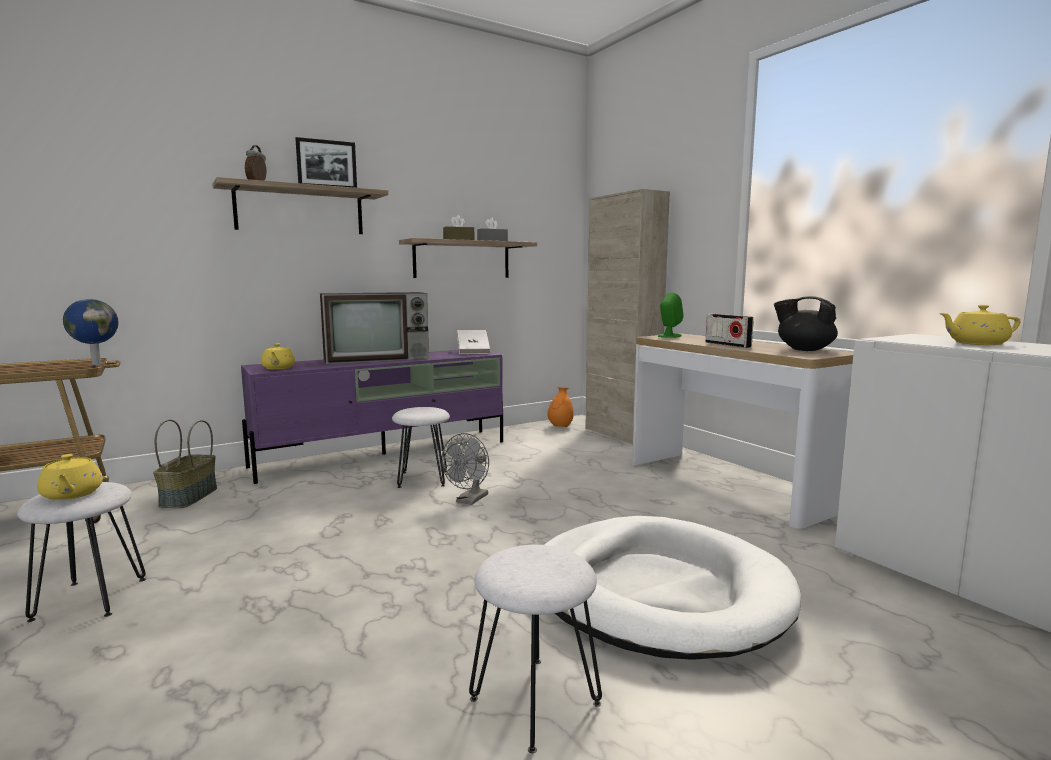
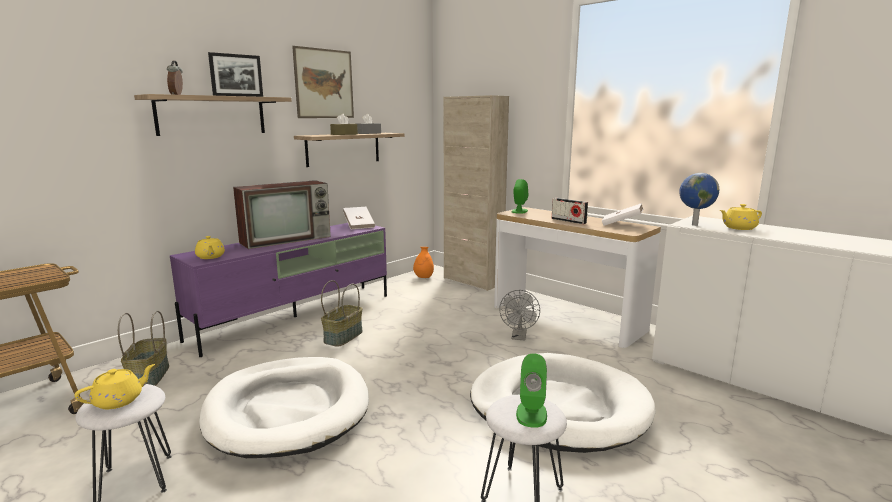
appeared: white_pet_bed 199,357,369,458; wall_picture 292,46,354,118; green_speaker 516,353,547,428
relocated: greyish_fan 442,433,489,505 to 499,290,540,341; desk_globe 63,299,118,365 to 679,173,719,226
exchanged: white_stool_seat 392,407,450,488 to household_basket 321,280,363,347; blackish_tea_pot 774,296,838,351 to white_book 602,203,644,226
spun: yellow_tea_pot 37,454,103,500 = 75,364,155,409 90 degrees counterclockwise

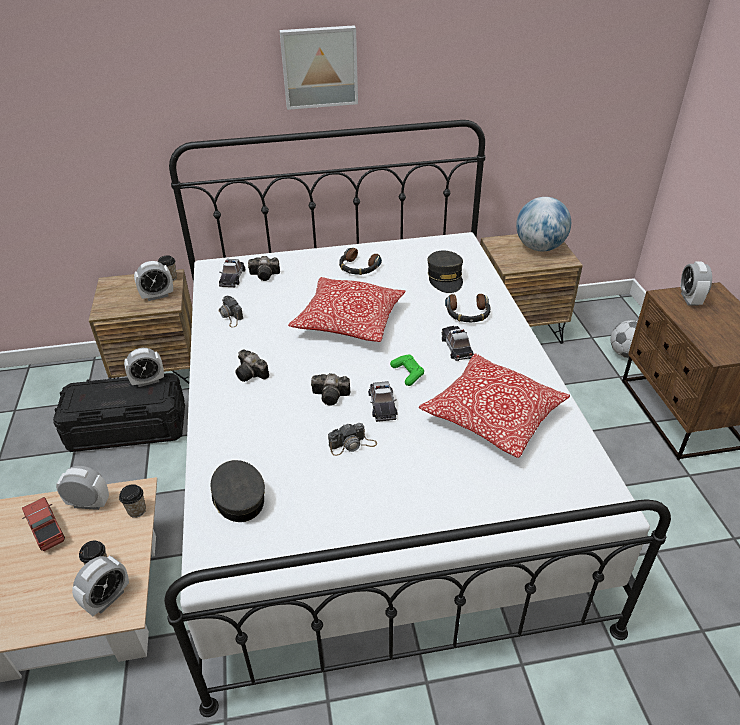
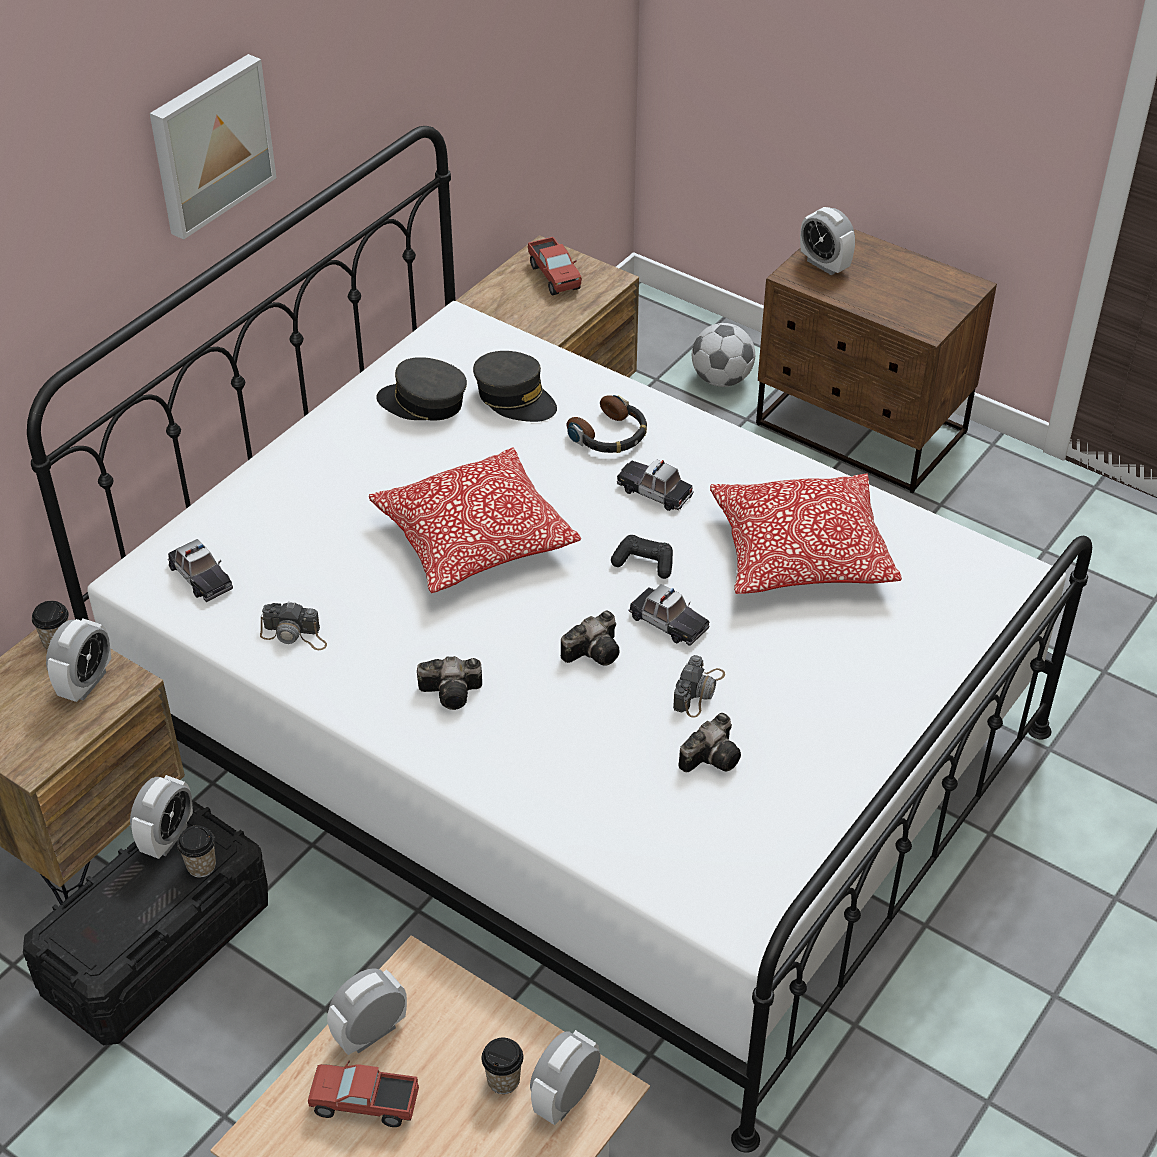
missing: pair_of_headphones 339,248,382,275
relocated: cup 119,484,146,518 to 177,825,216,878; greyish_baseball_cap 210,460,265,522 to 376,357,467,421; photo_camera 248,256,280,281 to 678,713,741,772
exchanged: desk_globe 516,197,571,251 to toy_truck 528,237,582,295
colour: green_joypad 390,354,424,386 to blackish_joypad 611,535,673,579
spun: bedside_clock 72,555,129,616 = 530,1030,601,1125 135 degrees counterclockwise

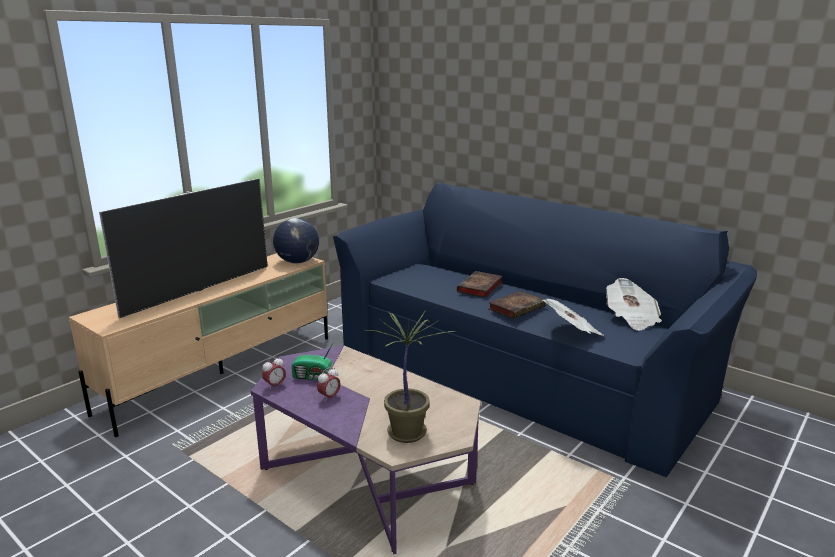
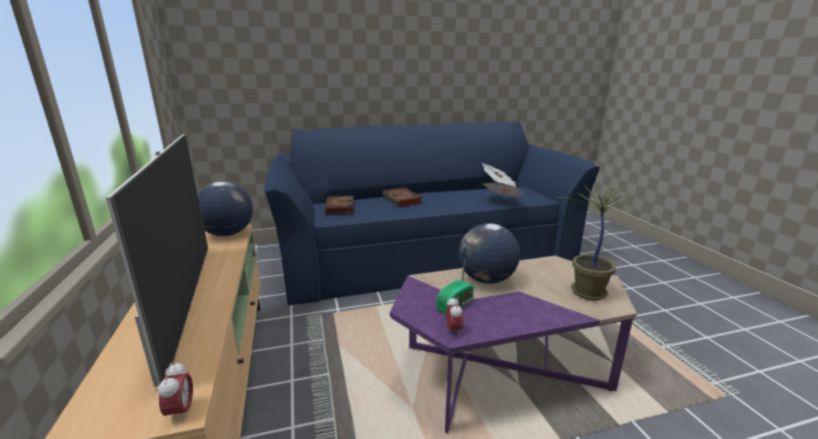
appeared: desk_globe 459,223,520,284
relocated: bedside_clock 317,367,341,402 to 158,361,193,422; book 488,291,546,319 to 324,196,354,214

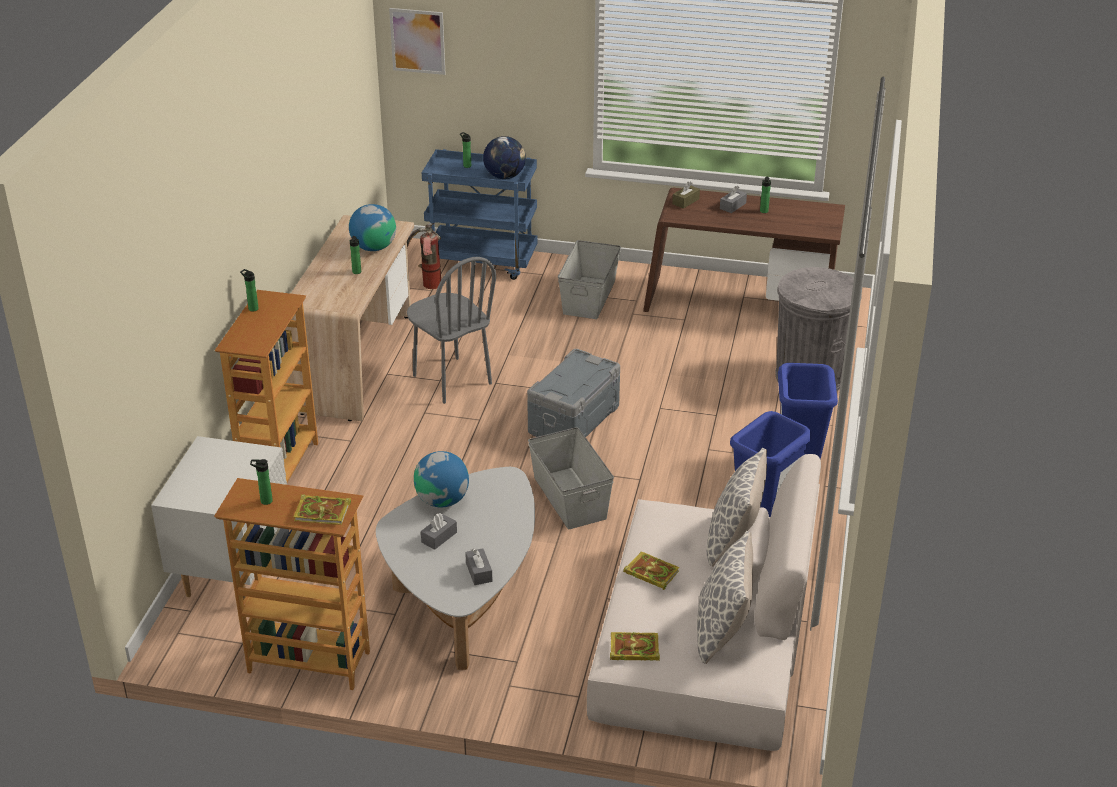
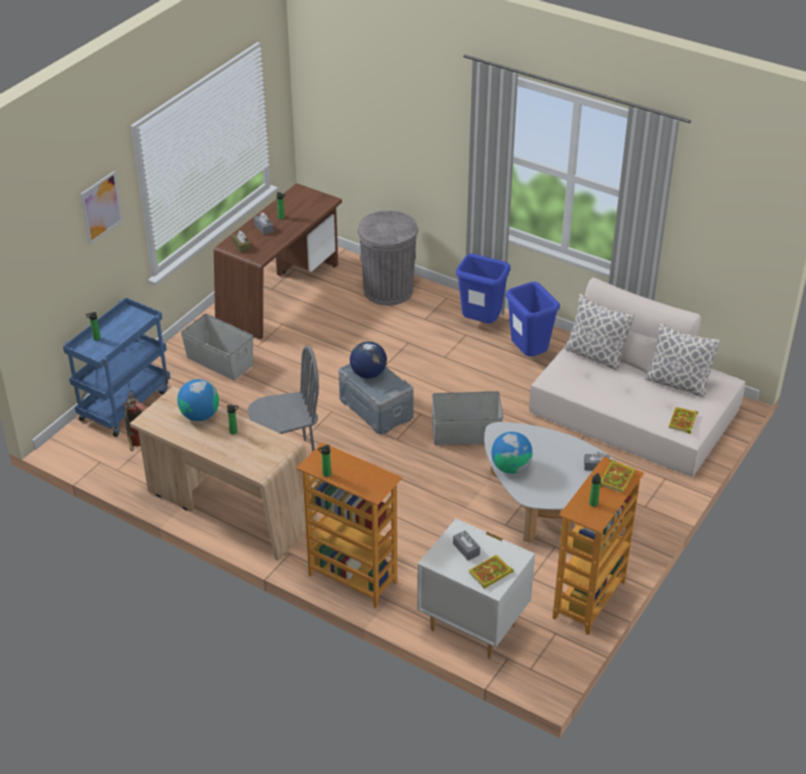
relocated: wall_picture 389,8,445,75 to 81,171,123,244; desk_globe 483,136,526,179 to 350,341,387,379; greyish_tissue_box 421,513,457,550 to 453,531,480,560; book 623,551,679,590 to 469,555,514,589

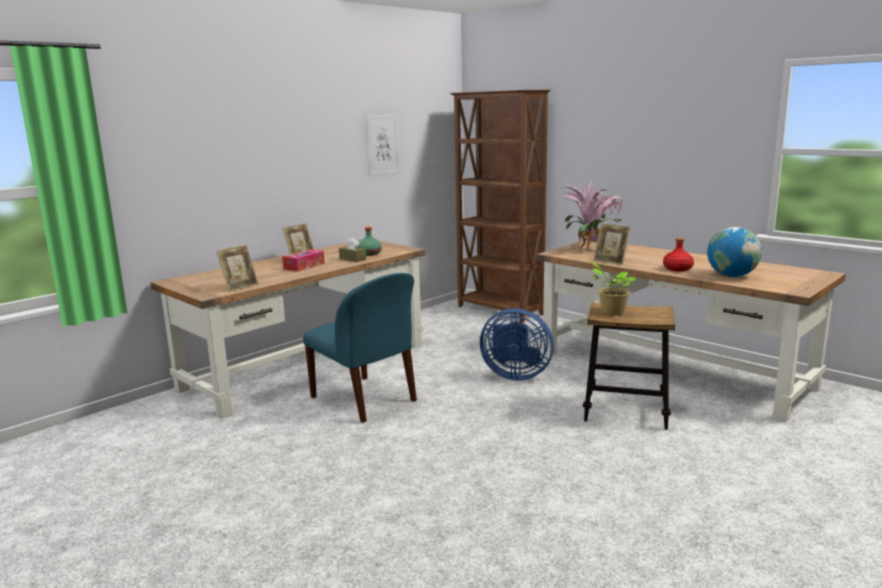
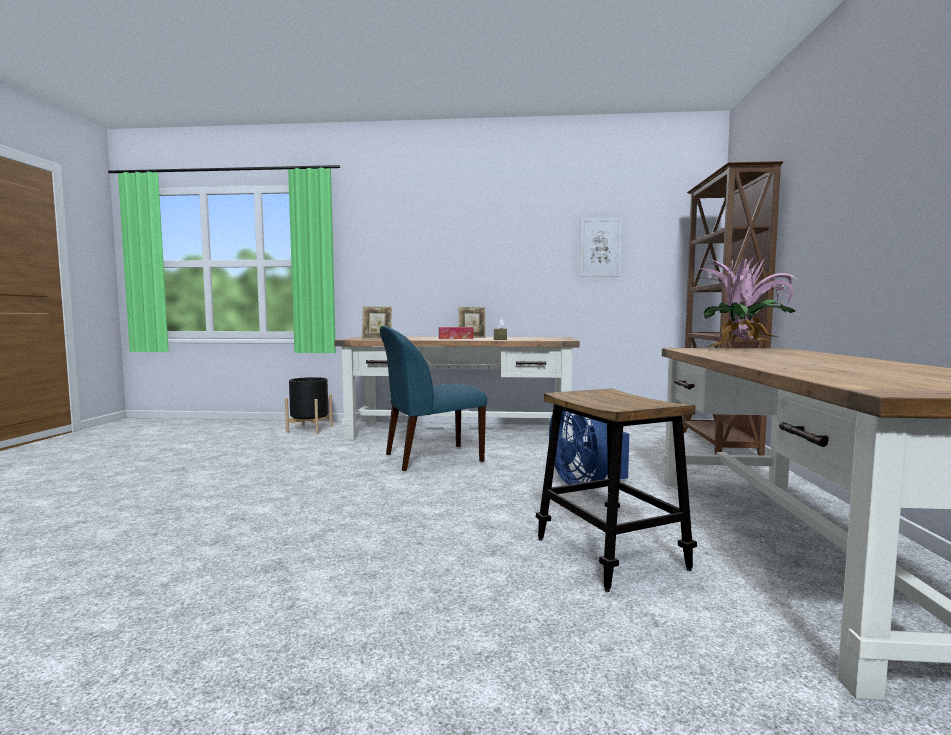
missing: green_beverage_bottle 357,227,382,256; plant_in_a_pot 589,261,636,315; picture_frame 593,223,631,265; reddish_beverage_bottle 663,238,694,272; desk_globe 707,227,762,277
appeared: blackish_plant_pot 285,377,333,434
spun: blue-coloured_chair 303,273,417,423 = 380,326,487,471 60 degrees clockwise

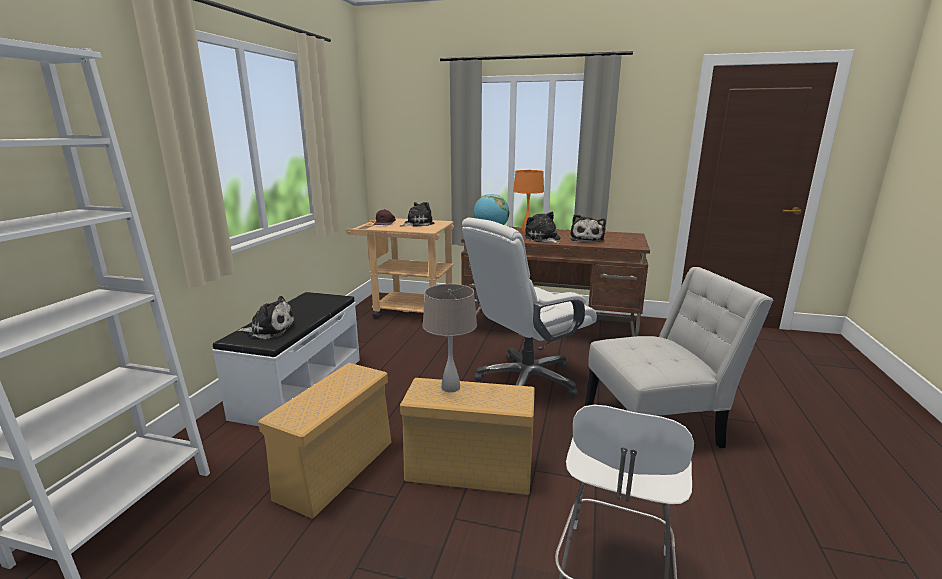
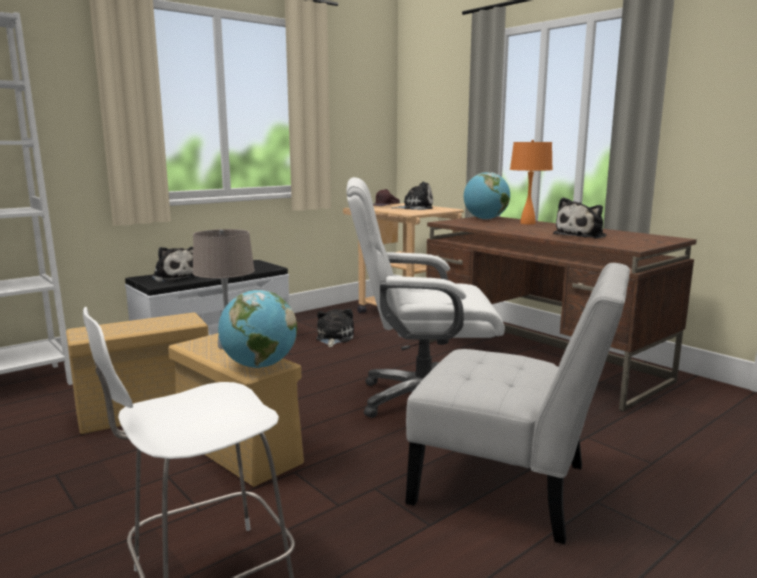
appeared: desk_globe 218,290,297,368
relocated: soft_toy 524,212,560,244 to 316,309,354,347

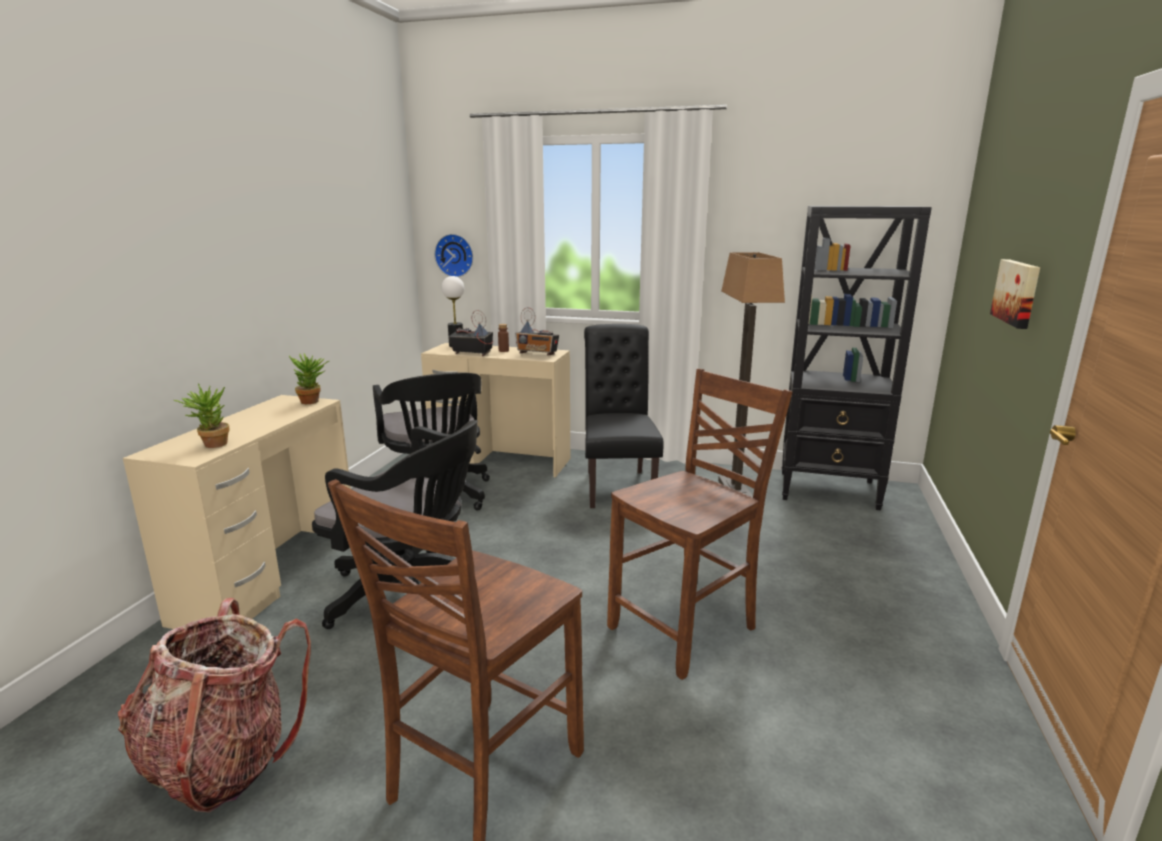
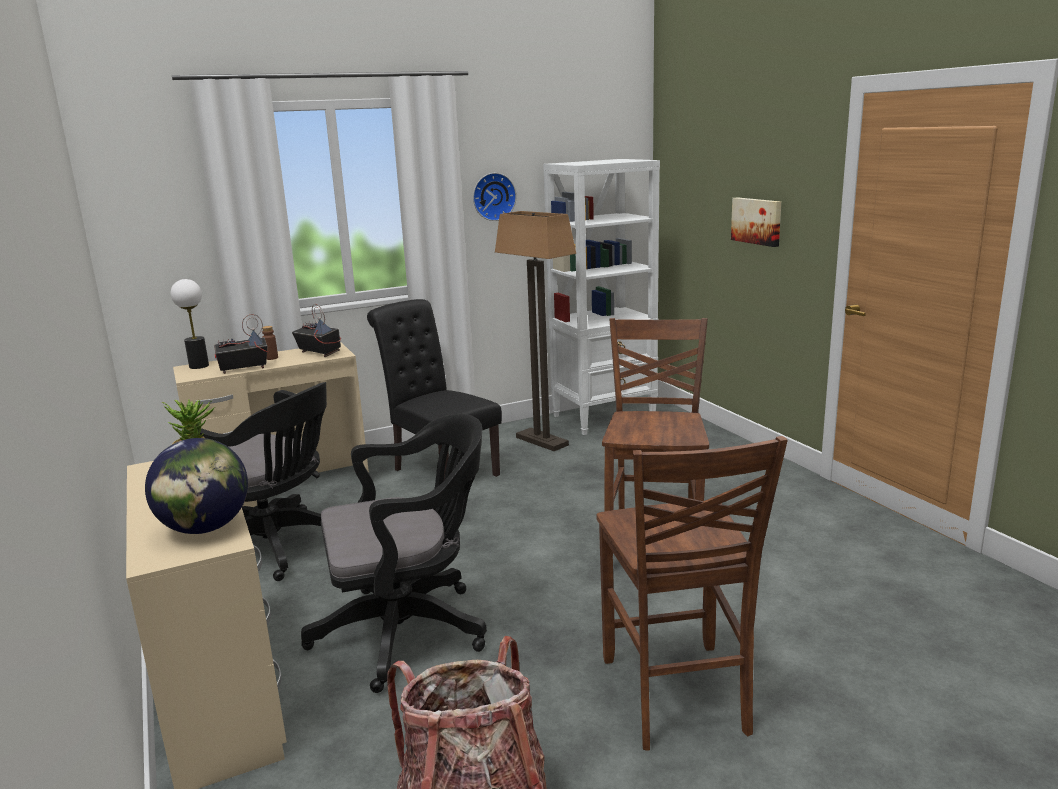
relocated: clock_on_the_wall 434,234,473,277 to 473,173,516,221
exchanged: plant_in_a_pot 174,384,230,448 to desk_globe 145,438,248,534
colour: blackish_bookshelf 782,206,932,511 to white_bookshelf 543,159,660,435
spun: radio 515,307,559,356 = 292,304,341,357 120 degrees counterclockwise

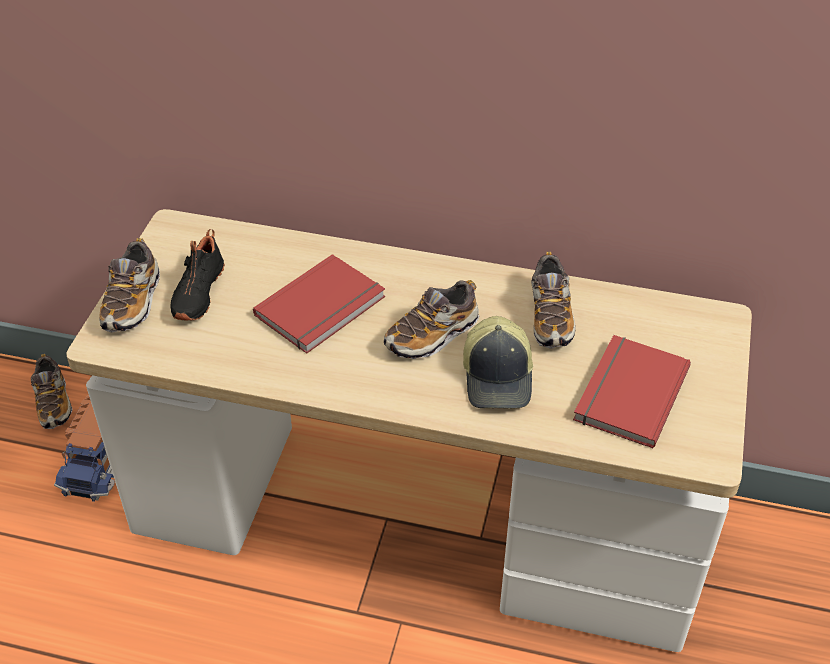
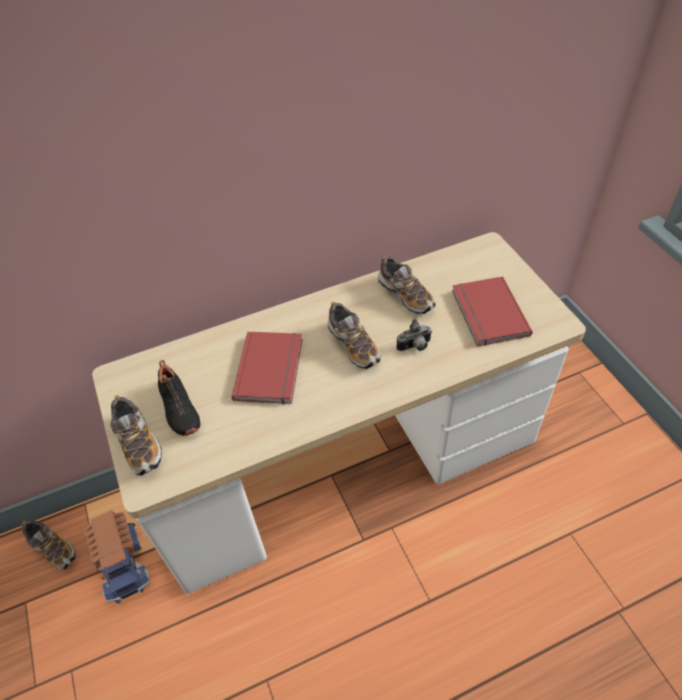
exchanged: baseball_cap 463,316,533,409 to photo_camera 396,319,432,351
spun: shoe 384,280,479,359 = 328,302,381,370 45 degrees counterclockwise

